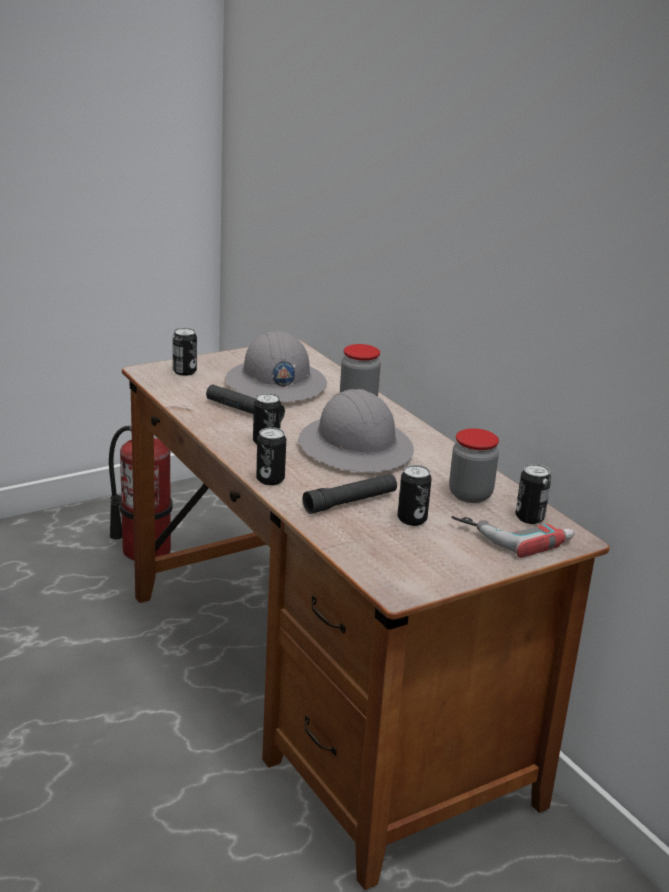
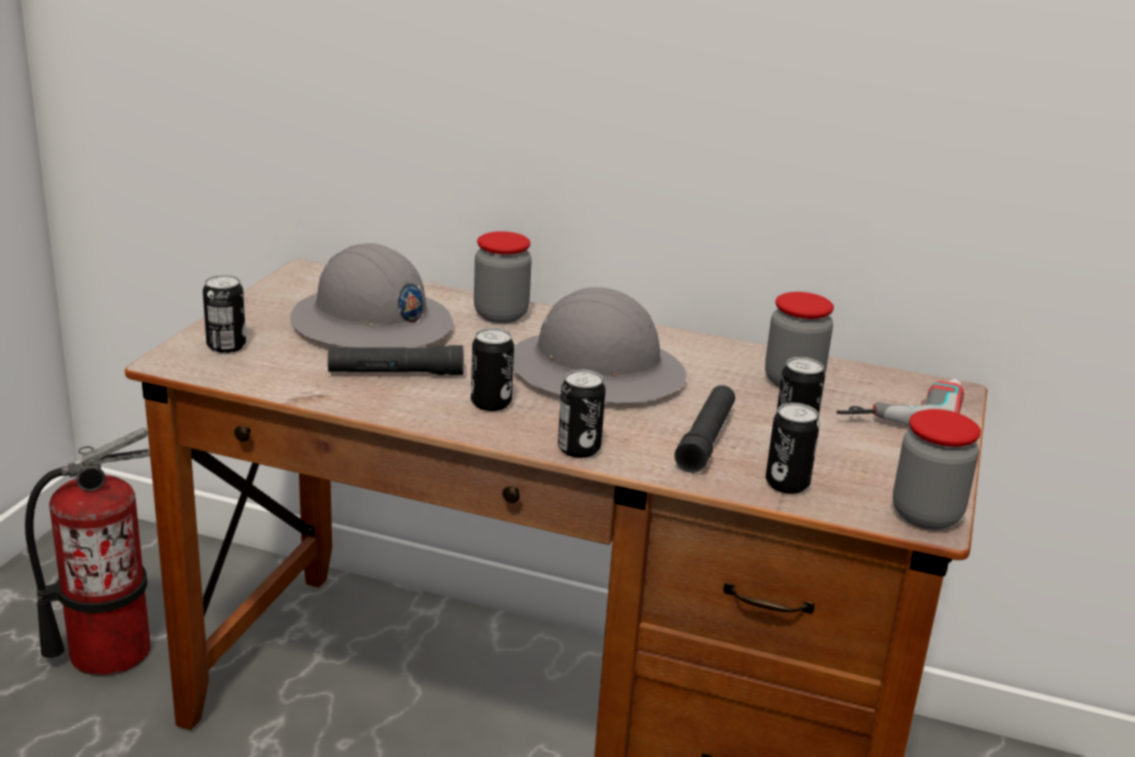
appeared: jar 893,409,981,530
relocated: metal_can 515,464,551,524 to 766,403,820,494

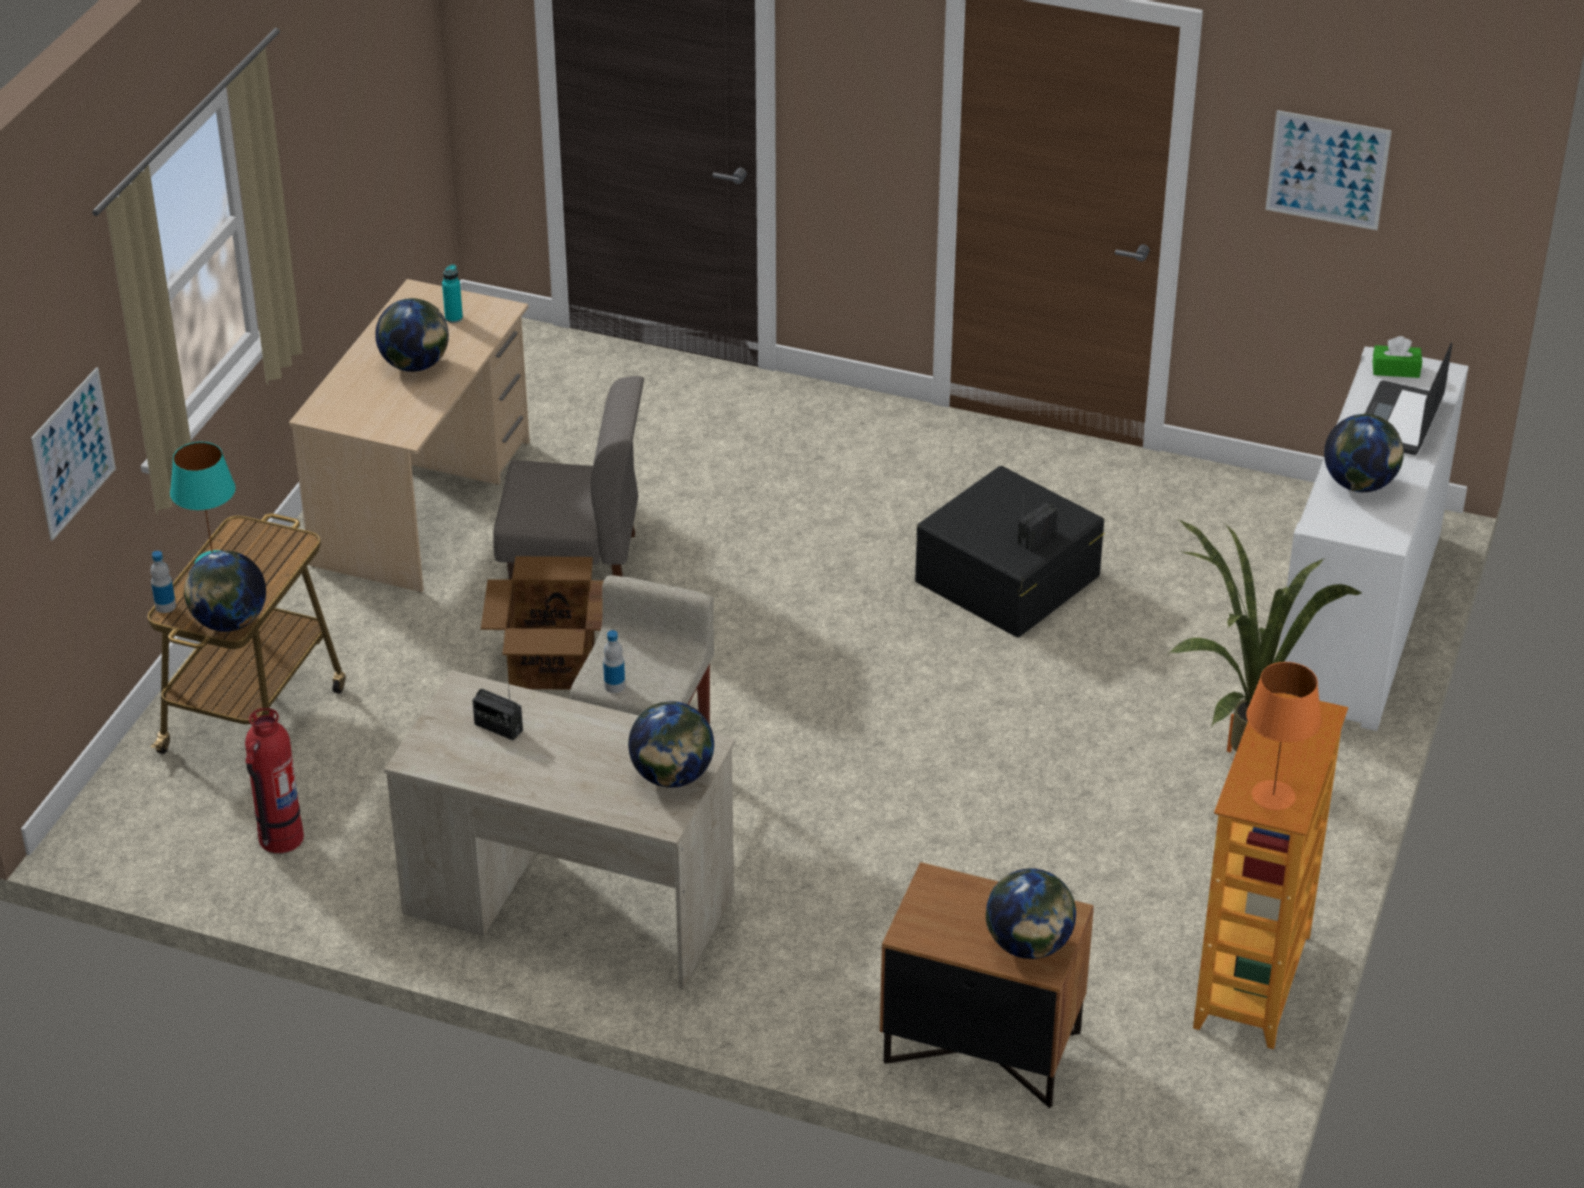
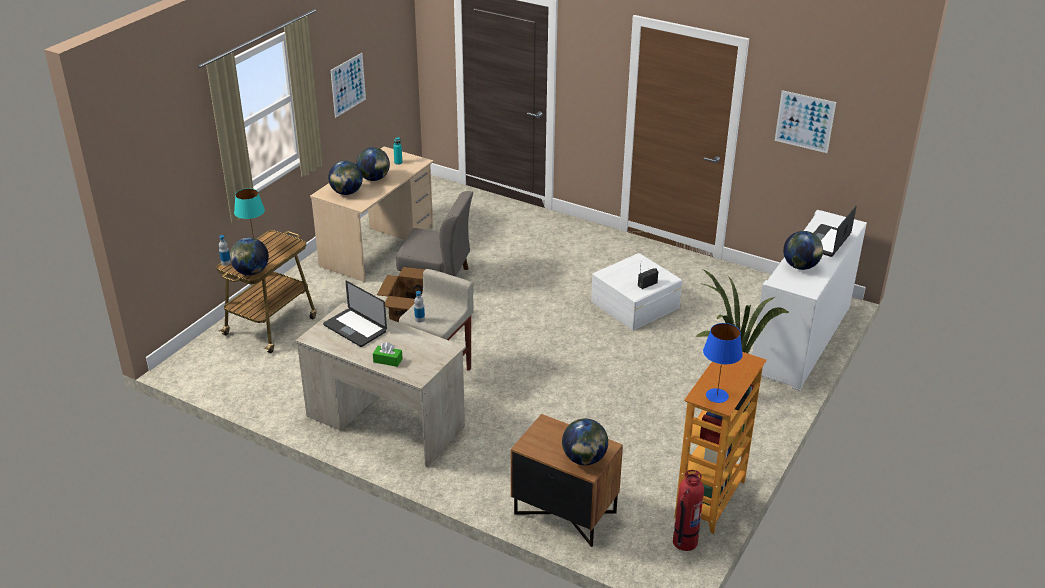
relocated: desk_globe 628,701,714,788 to 328,161,363,195; wall_picture 31,367,116,541 to 331,53,366,118; green_tissue_box 1372,336,1422,378 to 373,342,403,367; fire-fighting_cylinder 245,708,304,853 to 673,470,704,551
exchanged: radio 472,684,523,740 to notebook_computer 323,281,387,347
colour: blackish_storage_container 915,466,1105,637 to white_storage_container 591,253,682,331; orangey_lamp_for_a_table 1246,662,1322,810 to blue-coloured_lamp_for_a_table 703,323,743,403

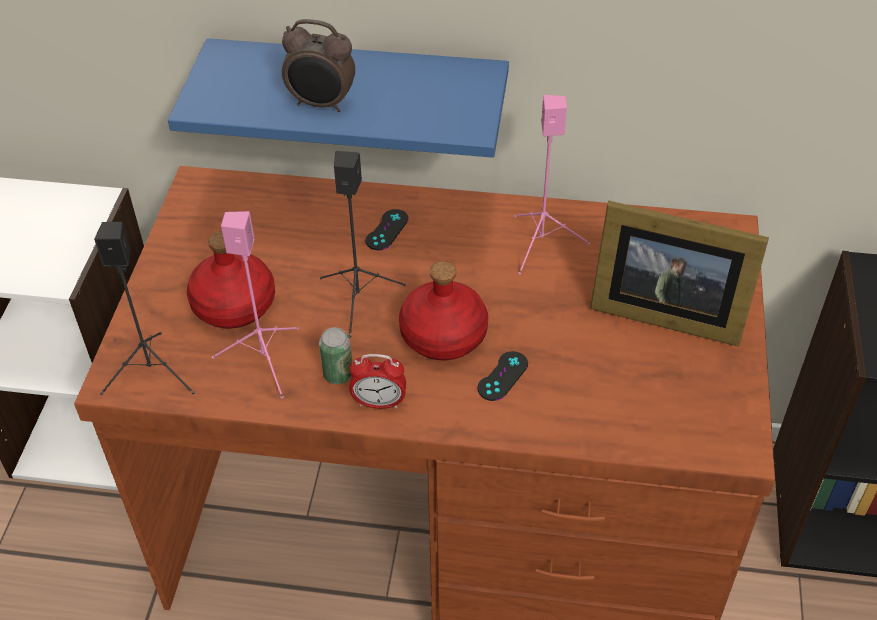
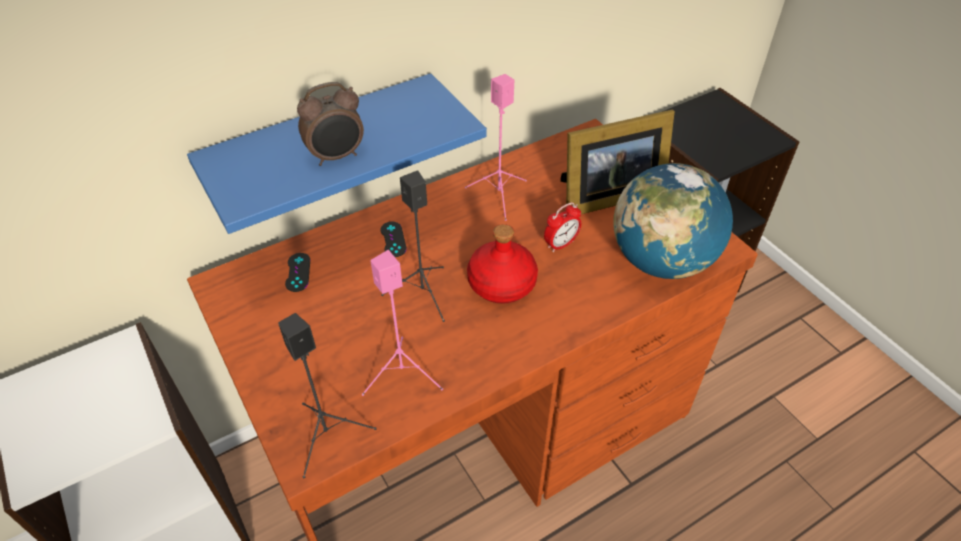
missing: reddish_beverage_bottle 187,231,275,329; metal_can 319,327,352,384
appeared: desk_globe 613,163,733,279
relocated: blackish_joypad 478,351,528,401 to 285,253,310,292; bedside_clock 349,354,406,409 to 544,202,581,252

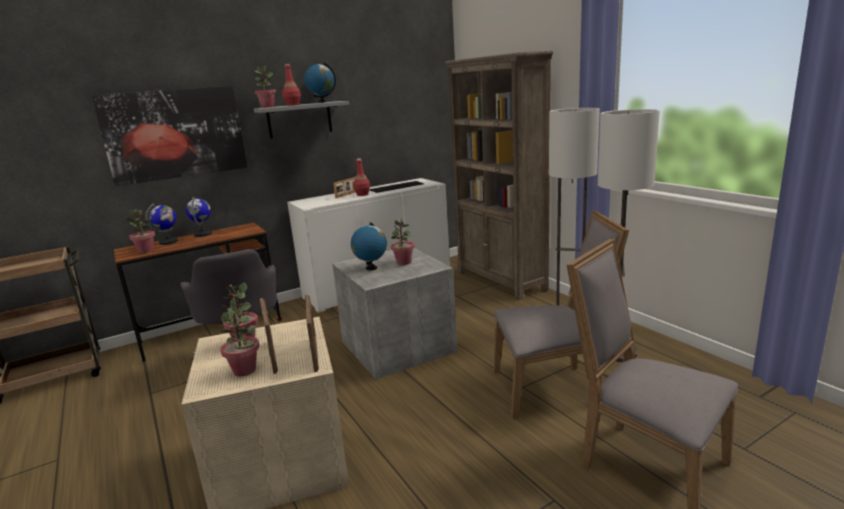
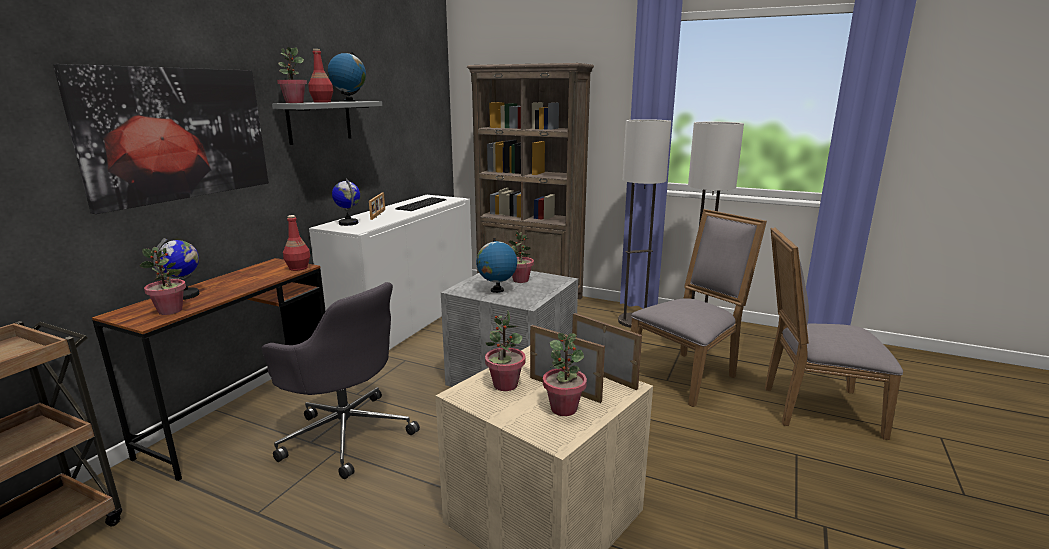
relocated: reddish_beverage_bottle 353,159,370,196 to 283,215,310,271; desk_globe 186,197,212,237 to 332,178,360,226

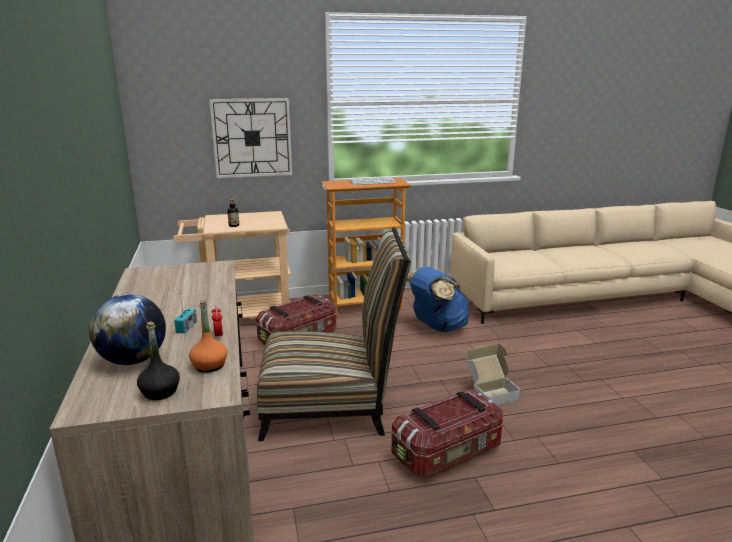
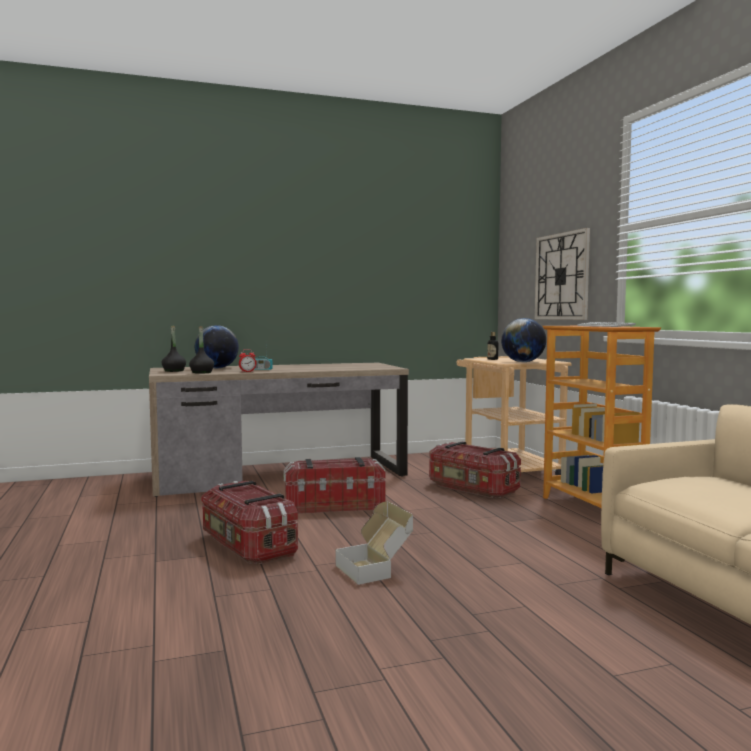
missing: blue-coloured_backpack 406,267,469,332
appeared: desk_globe 501,318,546,362
exchanged: chair 257,228,411,441 to storage_container 283,457,386,514
colour: orangey_beverage_bottle 189,300,228,373 to blackish_beverage_bottle 189,326,214,374

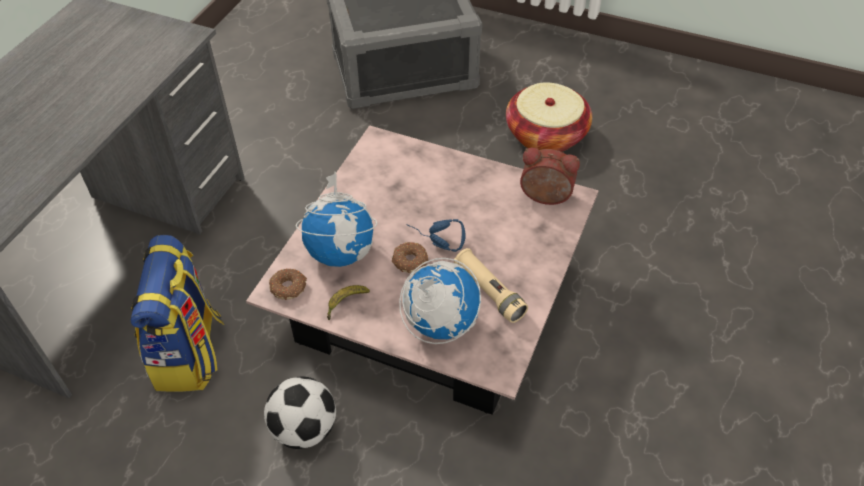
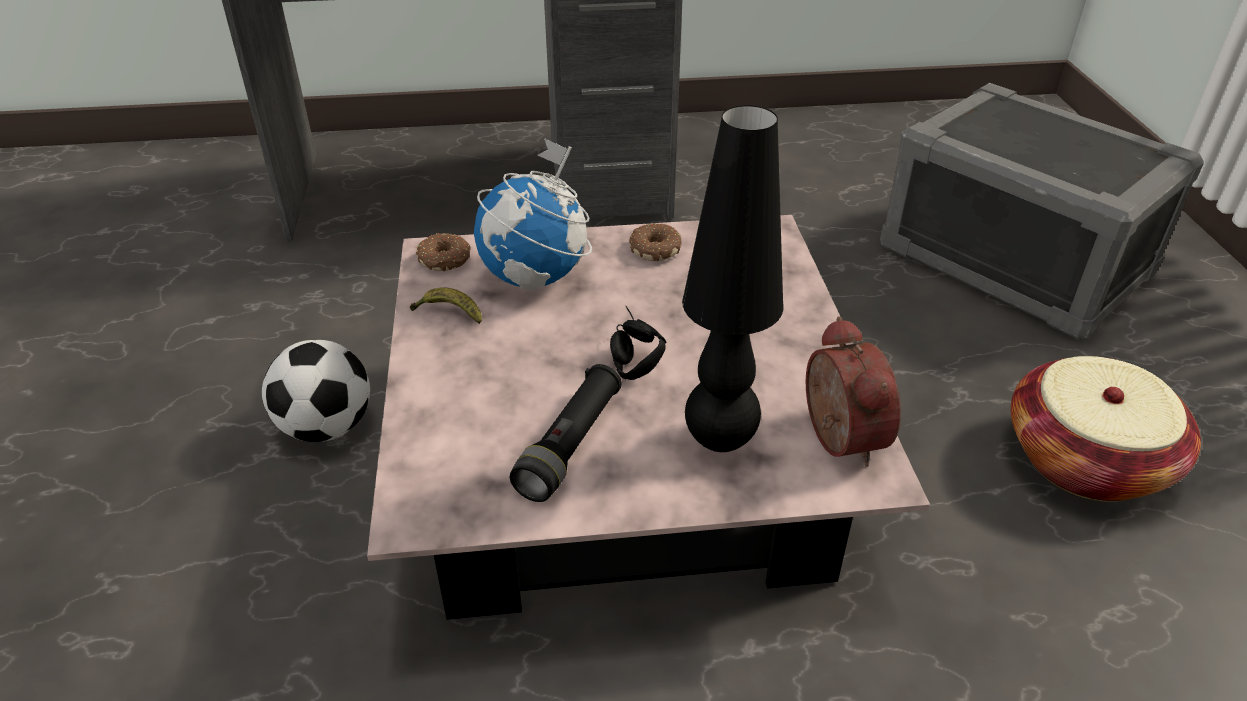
missing: backpack 130,235,224,392; desk_globe 399,258,481,344
appeared: blackish_lamp_for_a_table 682,105,783,452
relocated: doughnut 392,242,428,273 to 629,223,682,261
colour: beige-coloured_hand_torch 454,248,528,323 to blackish_hand_torch 510,364,622,502; blue-coloured_pair_of_headphones 407,219,465,252 to blackish_pair_of_headphones 610,306,667,380

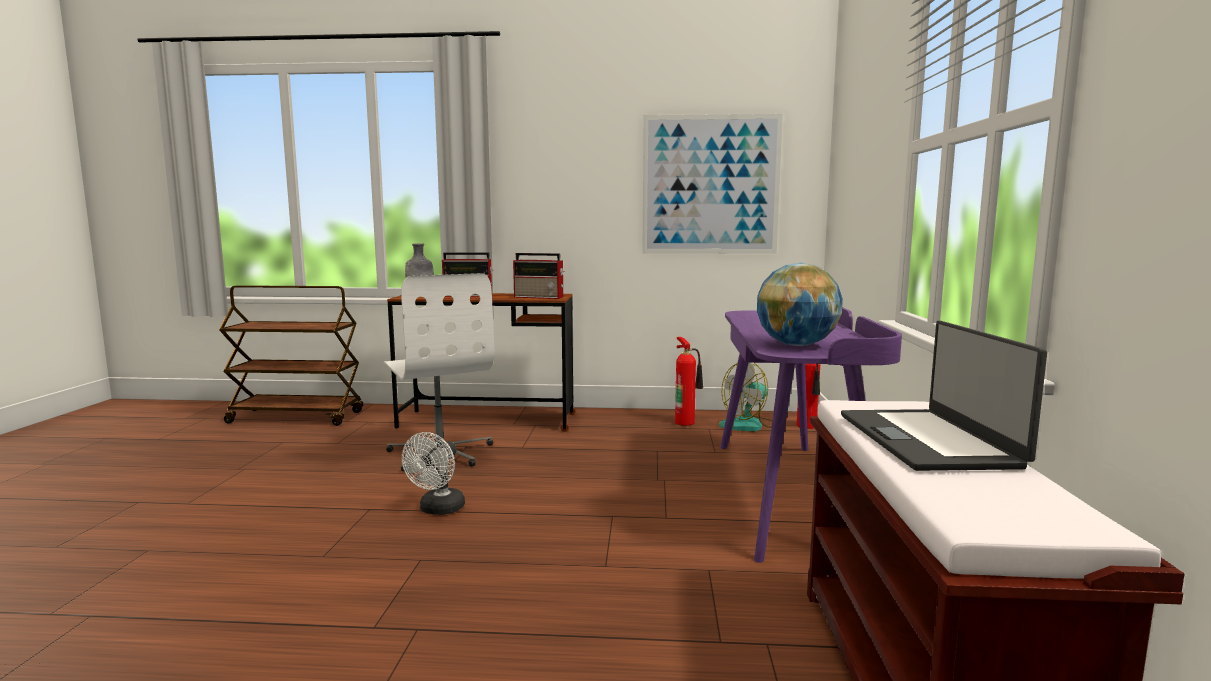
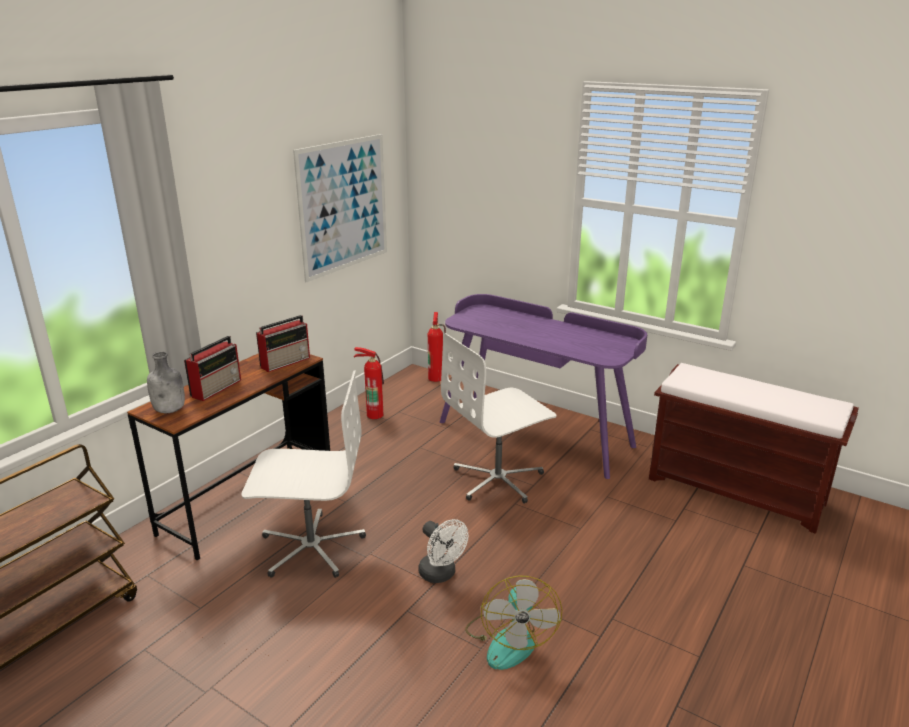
missing: desk_globe 757,263,843,346; notebook_computer 841,321,1047,471
appeared: white_desk_chair 441,333,557,503
relocated: fan 719,363,772,431 to 465,575,562,670

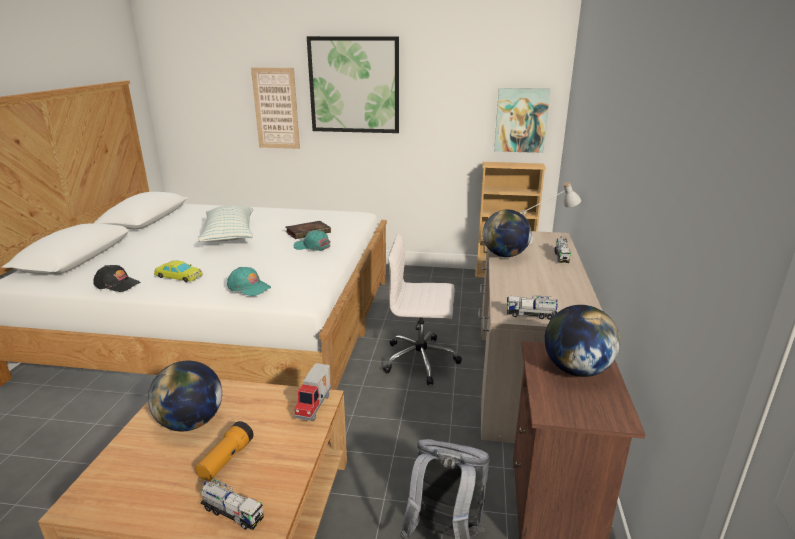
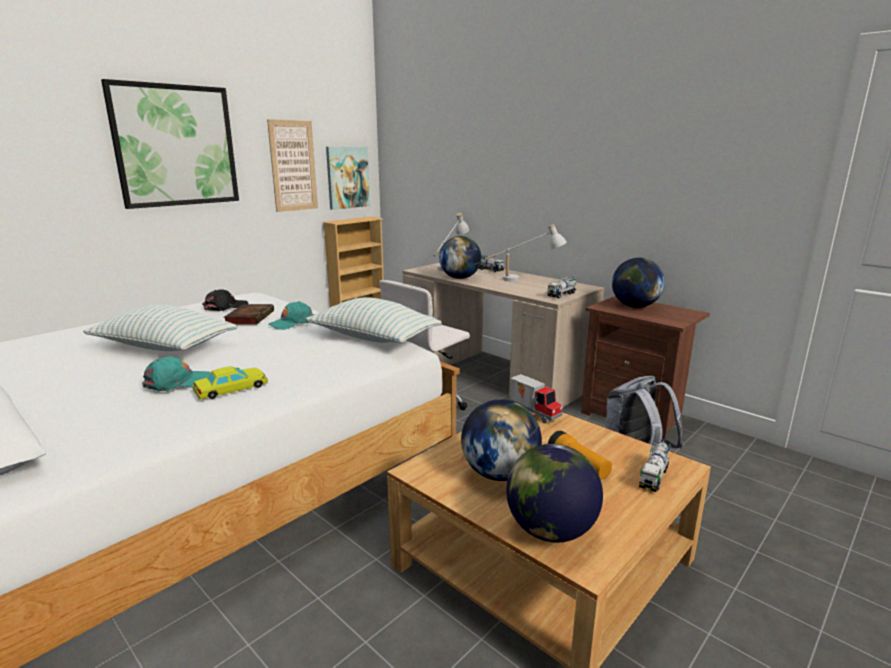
appeared: throw_pillow 305,297,442,343; white_lamp_for_a_table 485,224,567,282; desk_globe 506,444,603,543
relocated: turquoise-coloured_baseball_cap 227,267,271,296 to 142,356,210,391; blackish_baseball_cap 94,265,140,292 to 202,289,248,311; wall_picture 251,68,300,149 to 267,119,318,212
spun: toy_truck 200,478,264,530 = 639,440,671,492 150 degrees clockwise

